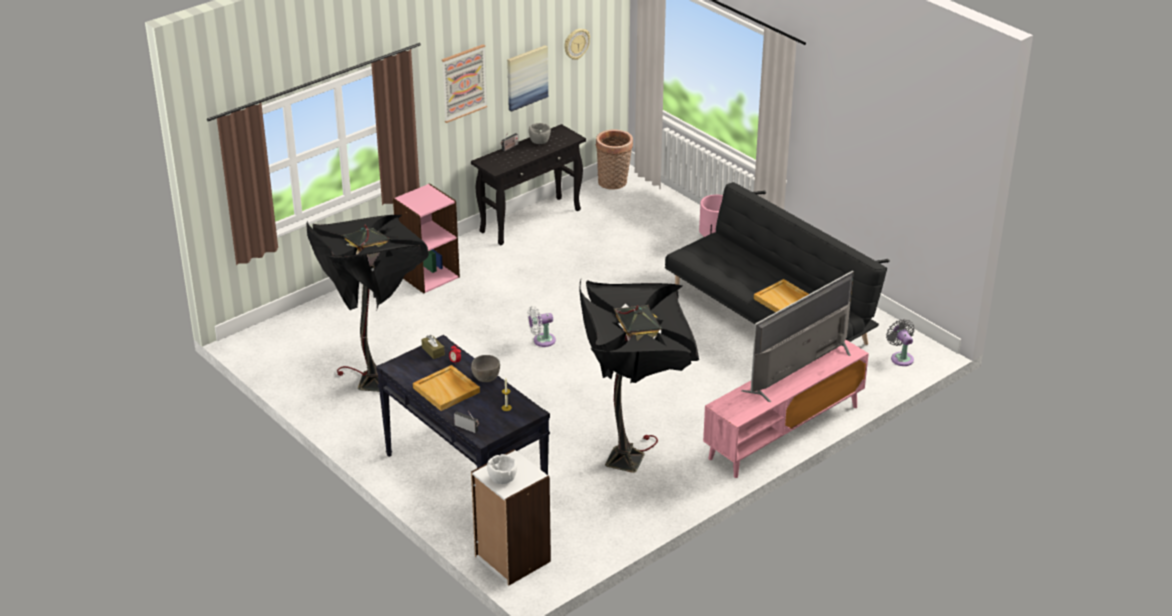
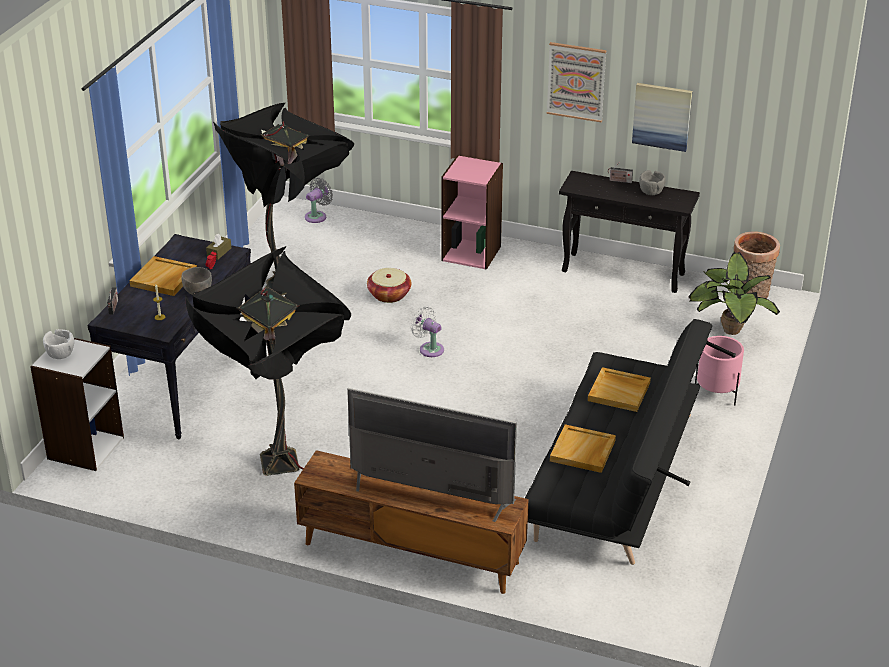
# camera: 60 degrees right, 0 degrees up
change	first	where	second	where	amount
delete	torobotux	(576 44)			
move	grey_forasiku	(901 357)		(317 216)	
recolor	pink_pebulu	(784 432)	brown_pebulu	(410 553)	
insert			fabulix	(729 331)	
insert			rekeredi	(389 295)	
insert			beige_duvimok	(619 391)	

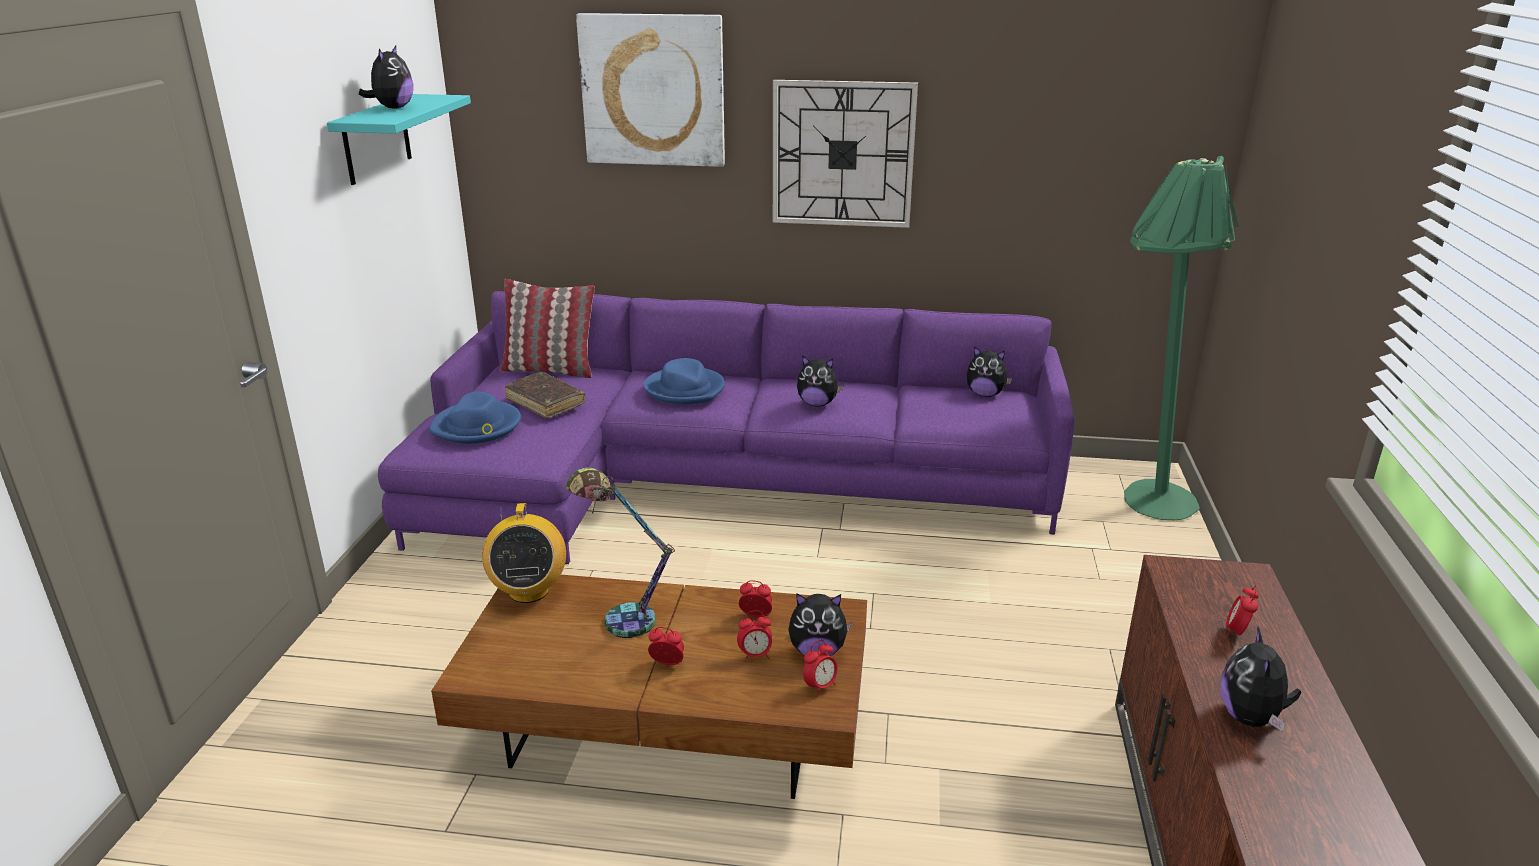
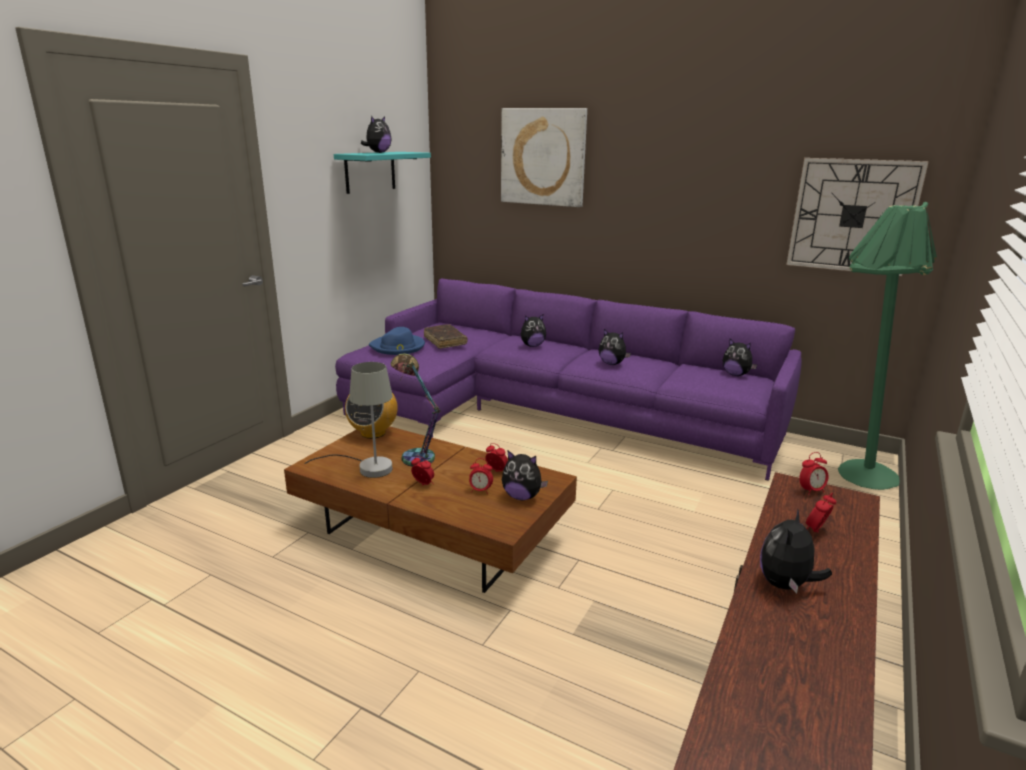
# camera: 20 degrees right, 5 degrees down
change	first	where	second	where	amount
move	torobotux	(843 154)		(853 216)	
delete	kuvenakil	(549 370)			
replace	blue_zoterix	(685 389)	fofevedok	(532 345)	
move	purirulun	(820 686)		(811 491)	
insert			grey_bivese	(367 467)	

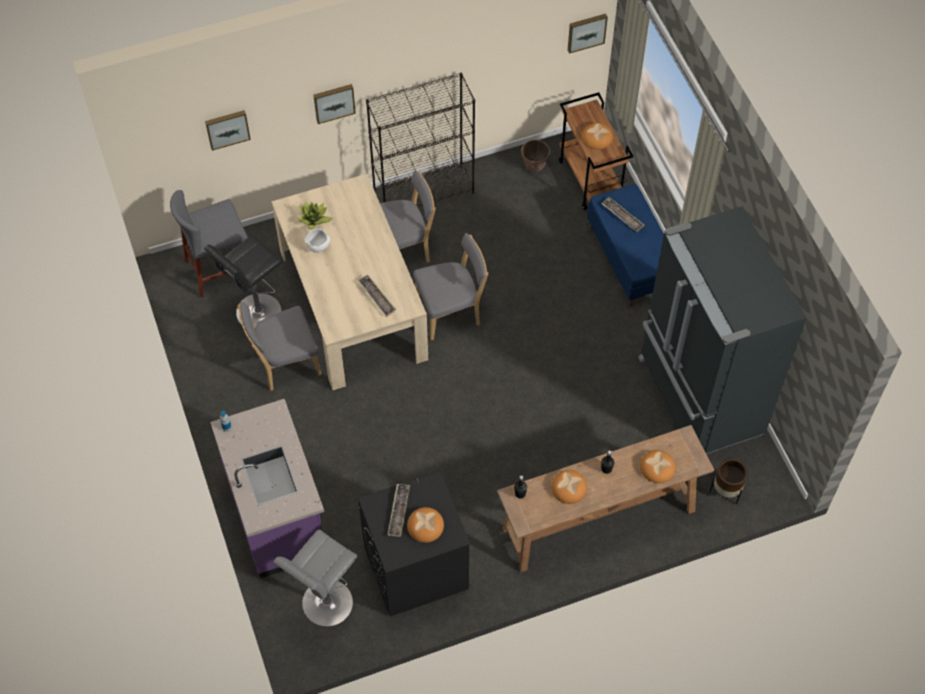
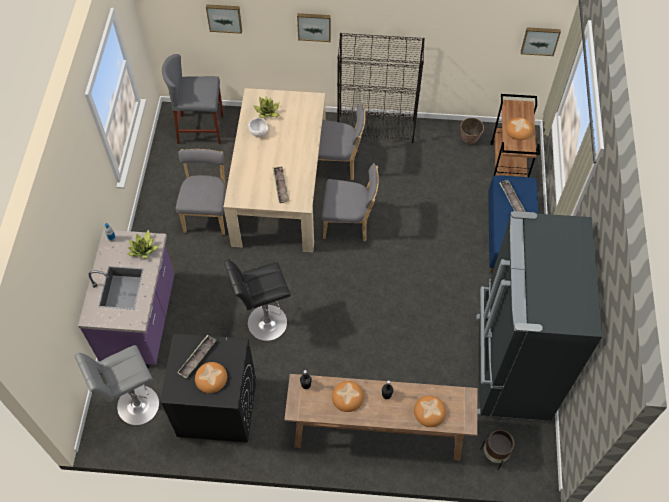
# camera: 25 degrees right, 0 degrees up
change	first	where	second	where	amount
move	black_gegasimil	(256 314)		(264 323)	
rotate	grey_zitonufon	(284 364)		(208 213)	90 degrees clockwise
insert			fabulix	(143 249)	

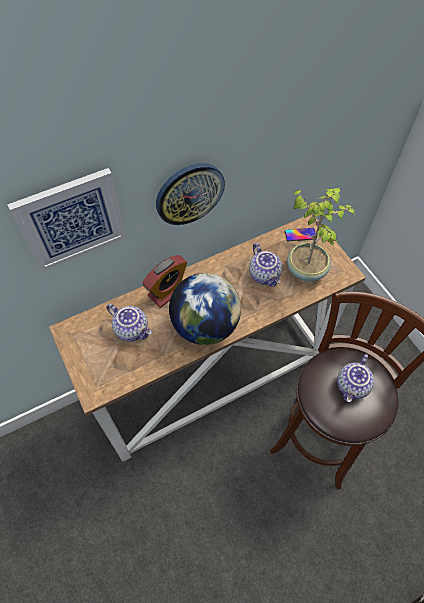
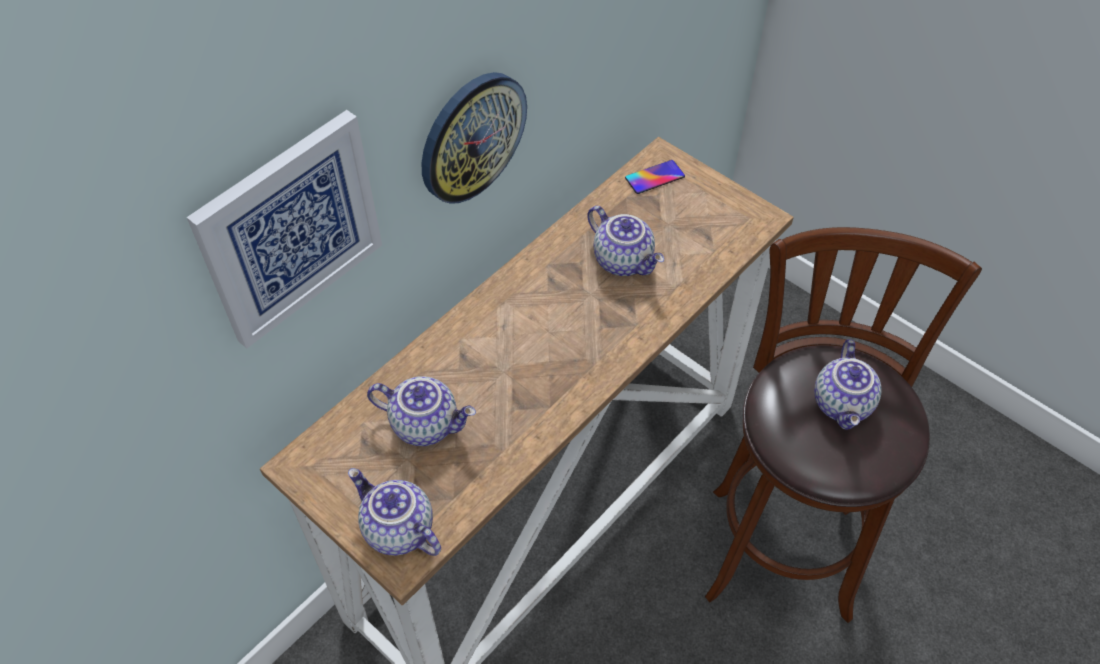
# camera: 20 degrees left, 5 degrees down
change	first	where	second	where	amount
delete	fabulix	(307 269)			
delete	purirulun	(167 291)			
delete	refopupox	(205 325)			
insert			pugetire	(397 530)	

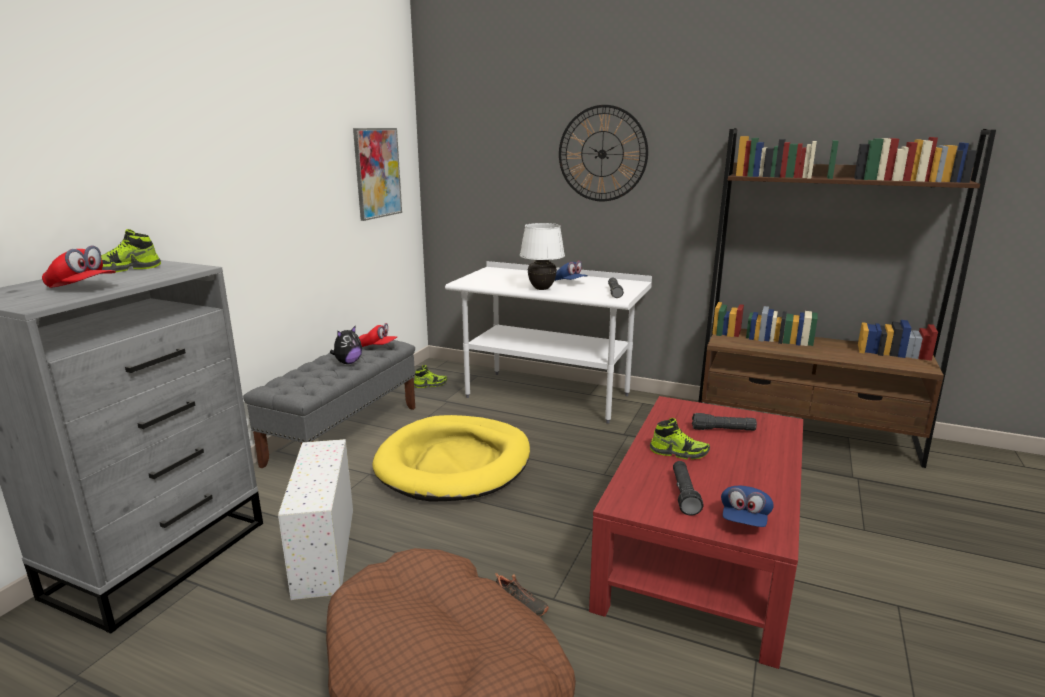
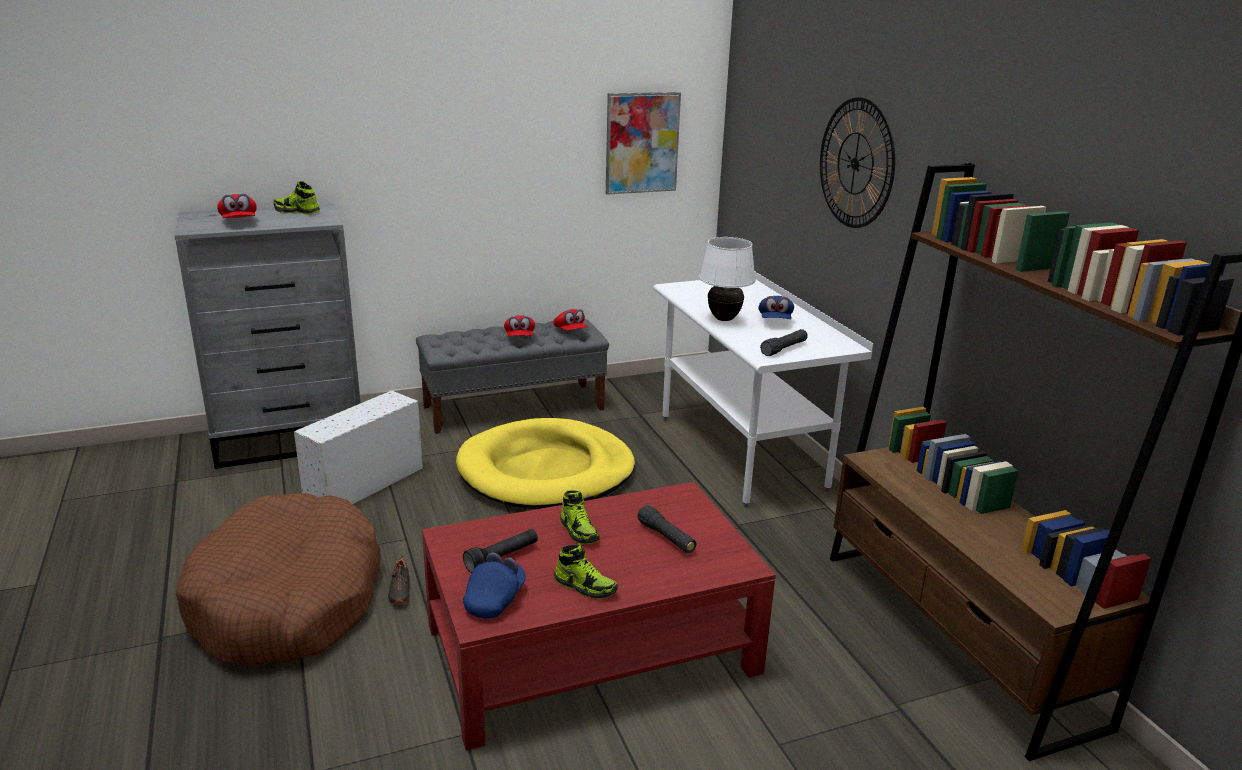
# camera: 45 degrees right, 5 degrees up
change	first	where	second	where	amount
replace	fofevedok	(348 362)	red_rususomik	(519 338)	
move	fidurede	(430 385)		(585 586)	
rotate	blue_rususomik	(744 520)		(495 599)	135 degrees clockwise

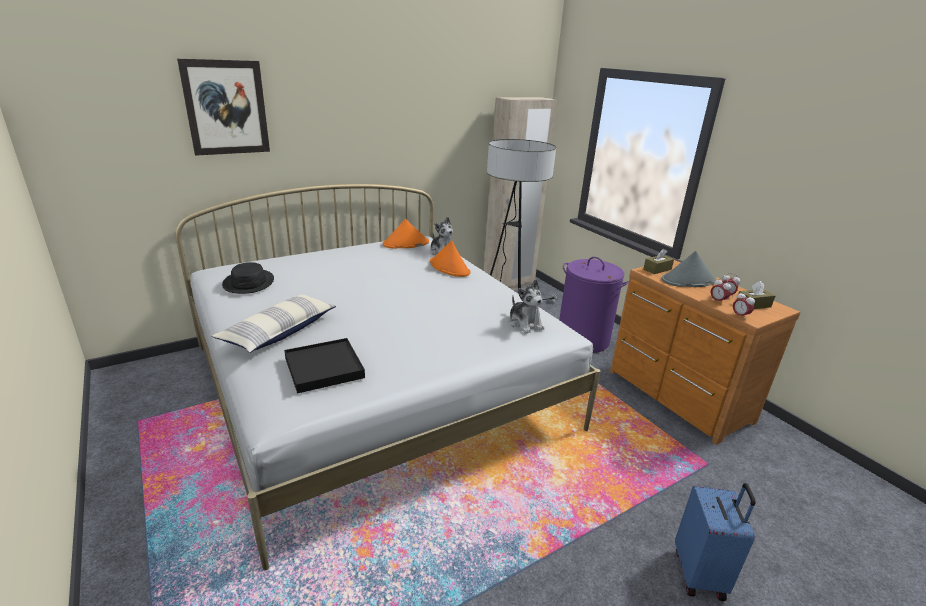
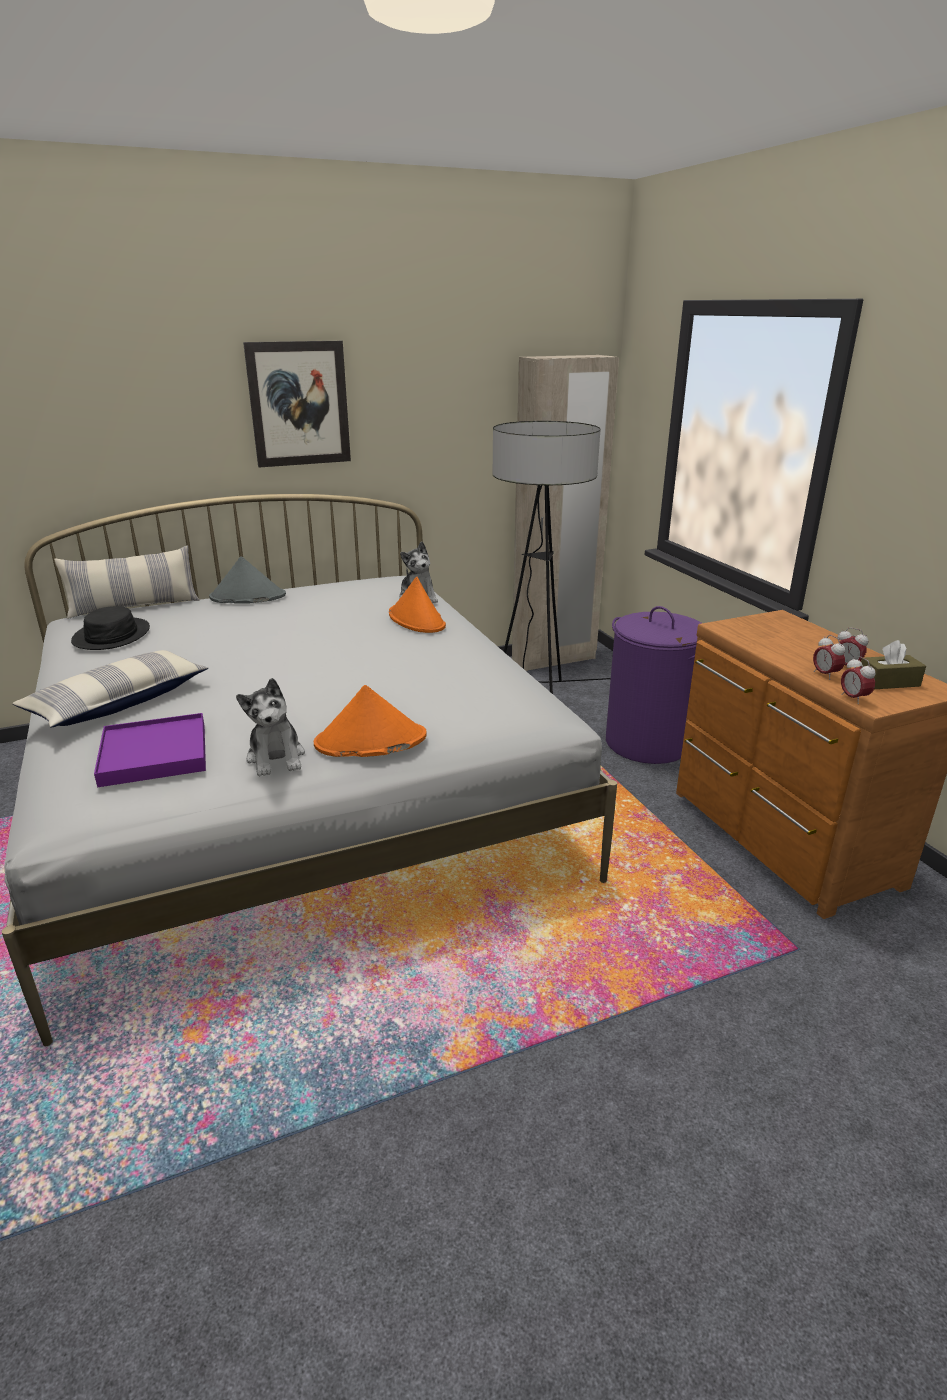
# camera: 10 degrees right, 0 degrees up
change	first	where	second	where	amount
move	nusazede	(226 108)		(299 404)	
move	orange_zoterix	(405 243)		(370 741)	
delete	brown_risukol	(657 269)			
move	grey_zoterix	(688 280)		(247 597)	
move	fofevedok	(525 323)		(276 757)	
recolor	black_duvimok	(324 367)	purple_duvimok	(155 754)	
delete	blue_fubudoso	(700 574)			
insert			kuvenakil	(134 607)	

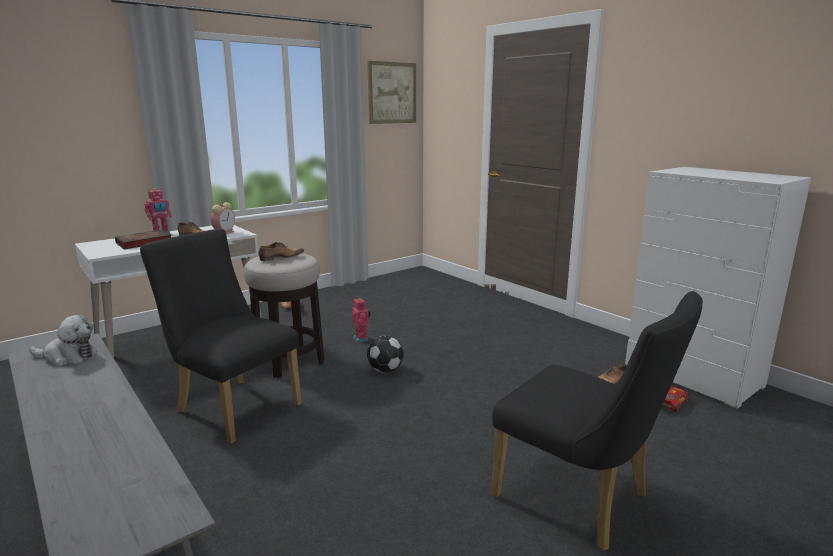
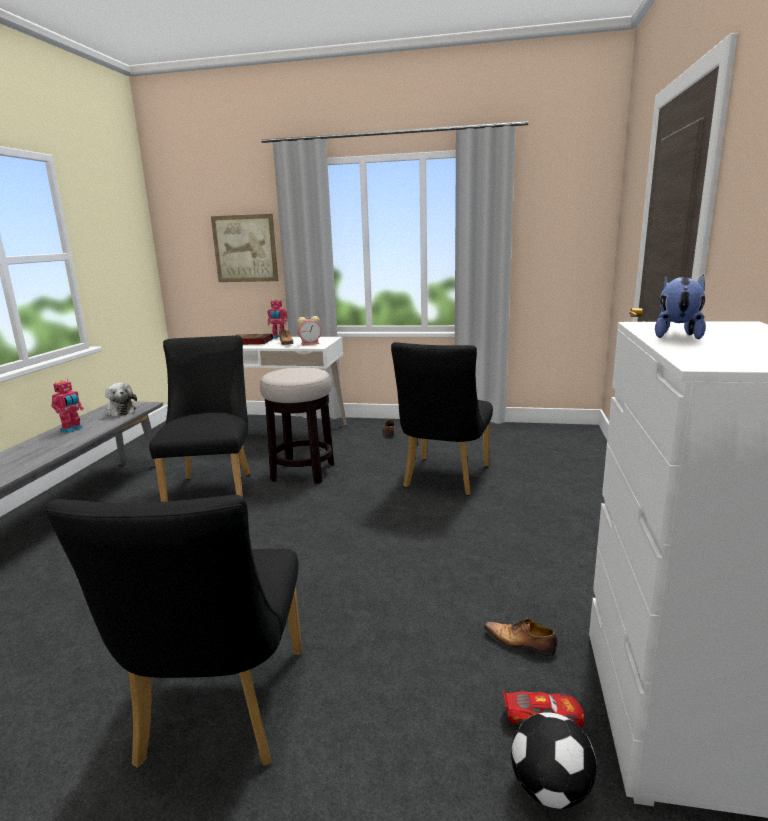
# camera: 50 degrees right, 0 degrees up
change	first	where	second	where	amount
move	nusazede	(392 93)		(245 248)	
delete	fidurede	(280 258)			
move	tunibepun	(361 338)		(72 429)	
move	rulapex	(385 370)		(550 790)	
insert			fofevedok	(676 336)	
insert			black_zitonufon	(443 479)	

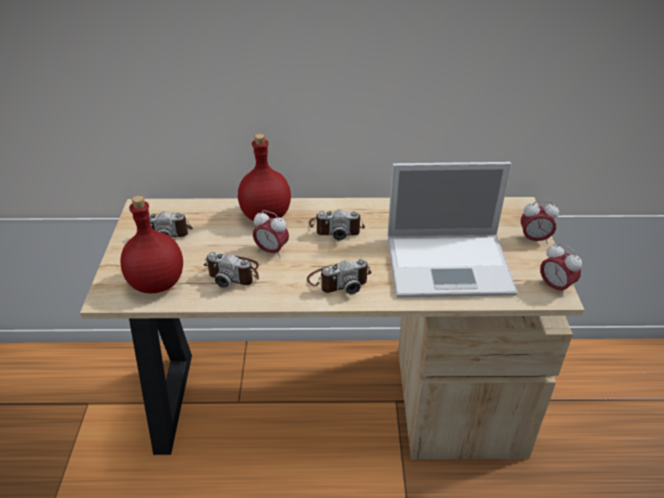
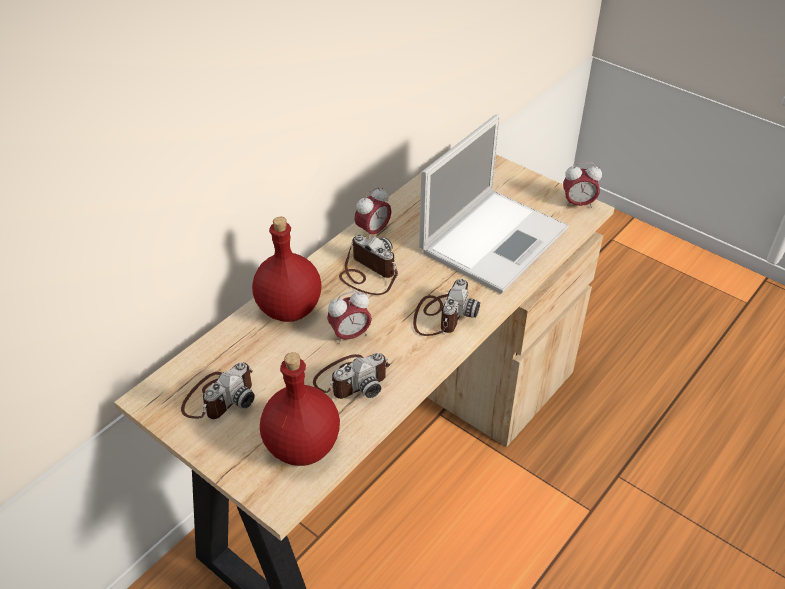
# camera: 50 degrees left, 5 degrees up
change	first	where	second	where	amount
move	purirulun	(534 239)		(373 232)	
rotate	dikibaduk	(336 228)		(367 273)	90 degrees counterclockwise

